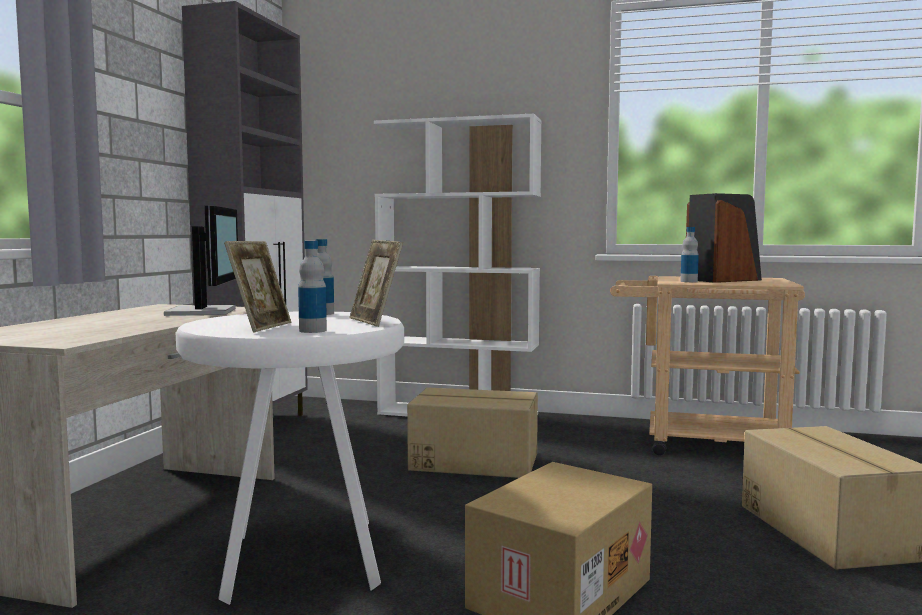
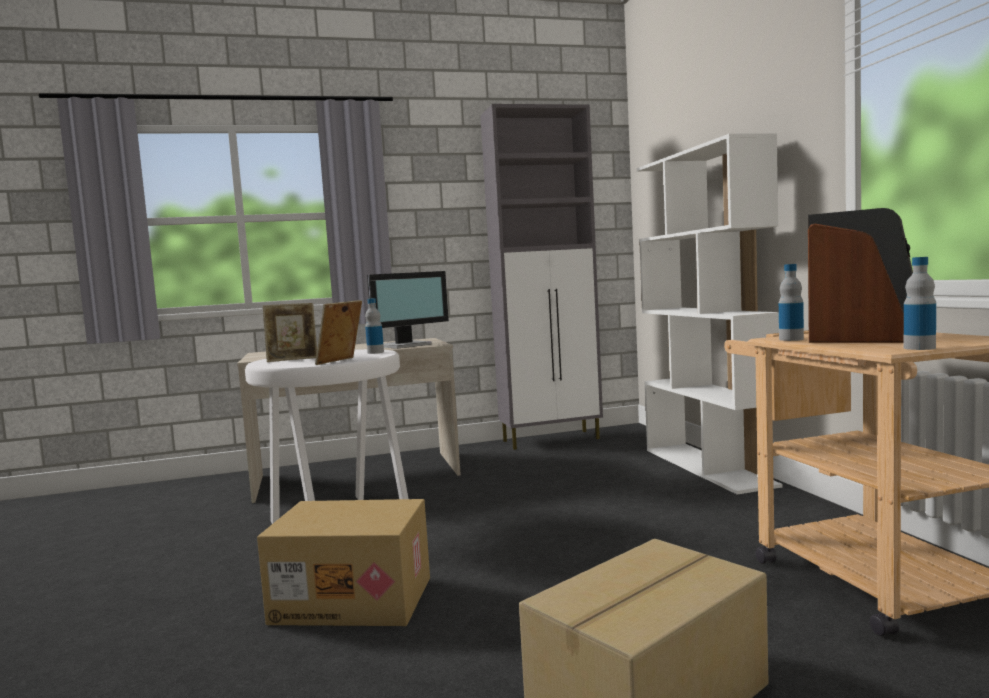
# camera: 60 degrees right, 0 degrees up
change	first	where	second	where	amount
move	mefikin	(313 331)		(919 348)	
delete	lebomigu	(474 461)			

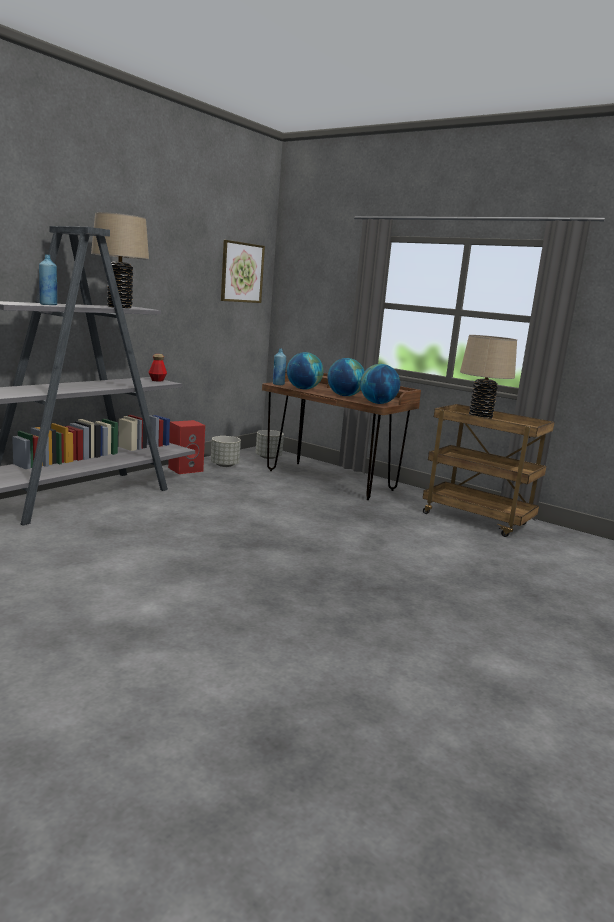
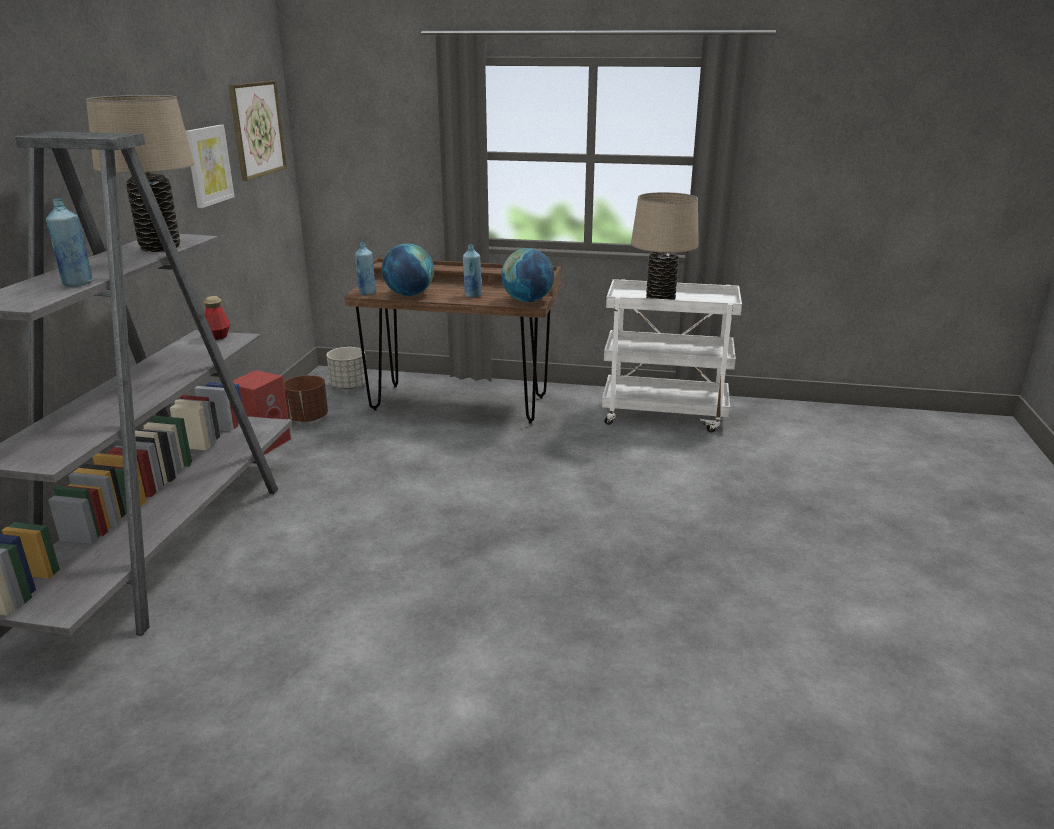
# camera: 25 degrees left, 10 degrees up
change	first	where	second	where	amount
replace	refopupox	(344 396)	blue_mefikin	(472 295)	
recolor	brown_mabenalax	(478 519)	white_mabenalax	(665 415)	
recolor	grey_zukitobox	(224 465)	brown_zukitobox	(307 418)	
insert			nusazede	(208 165)	

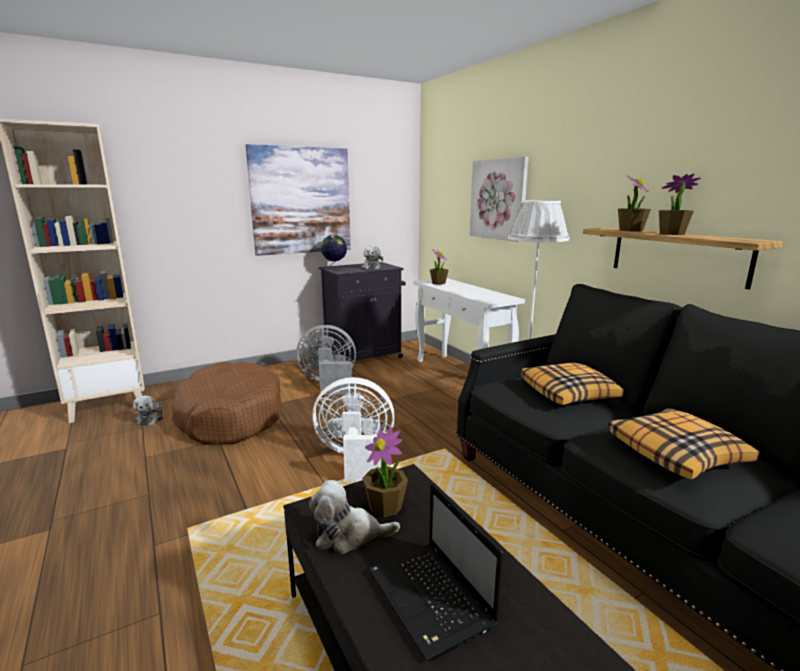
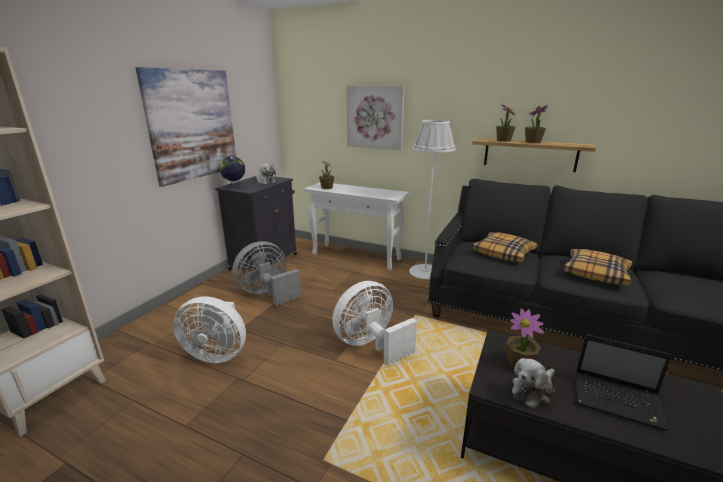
# camera: 35 degrees left, 5 degrees up
change	first	where	second	where	amount
replace	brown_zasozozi	(229 416)	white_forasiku	(217 353)	
delete	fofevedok	(150 418)			

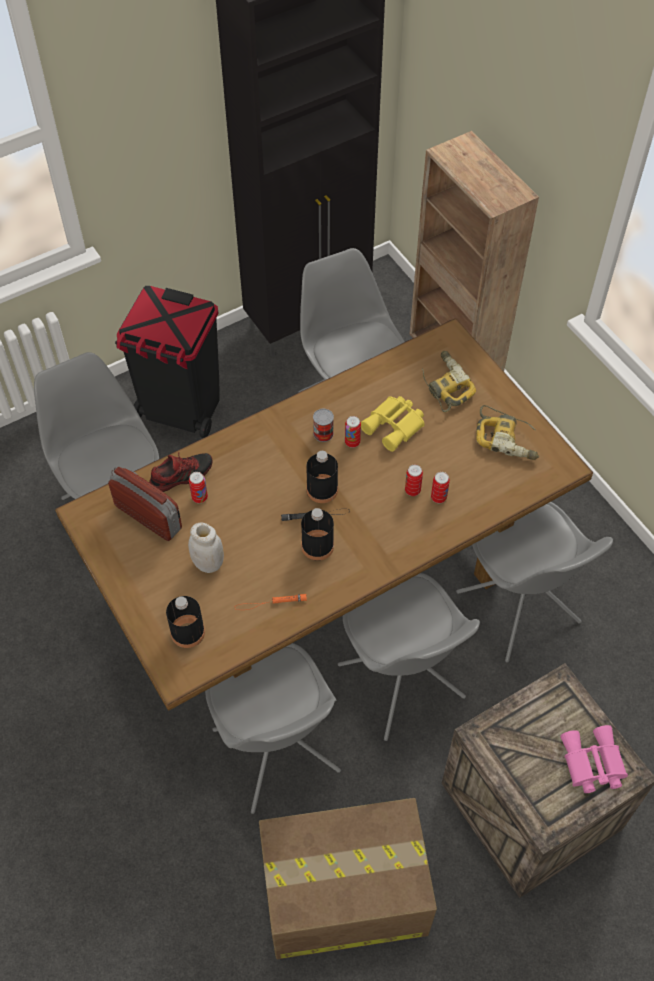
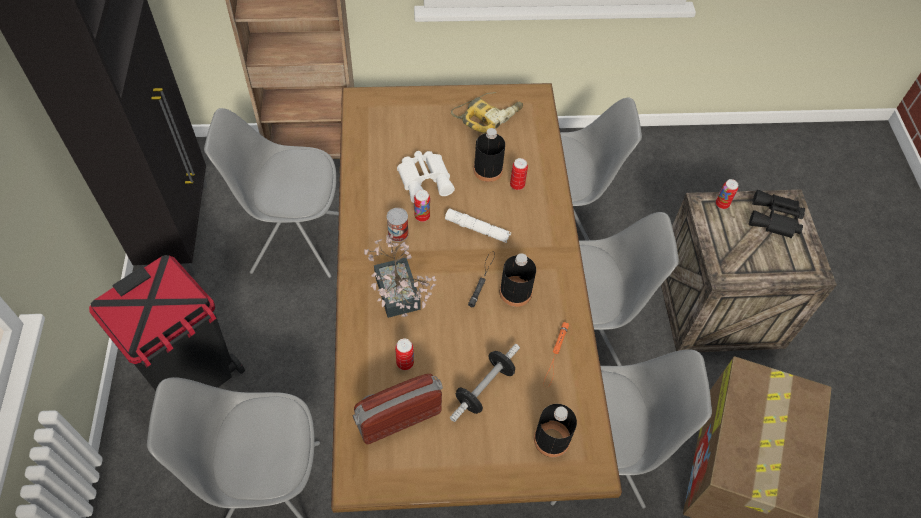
# camera: 65 degrees left, 0 degrees up
change	first	where	second	where	amount
delete	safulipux	(444 385)			
recolor	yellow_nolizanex	(395 426)	white_nolizanex	(426 179)	
move	black_mefikin	(322 490)		(488 170)	
delete	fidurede	(181 475)			
move	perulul	(412 490)		(722 204)	
replace	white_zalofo	(208 563)	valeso	(484 388)	
recolor	pink_nolizanex	(591 764)	black_nolizanex	(775 219)	
insert			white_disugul	(477 229)	
insert			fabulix	(398 298)	

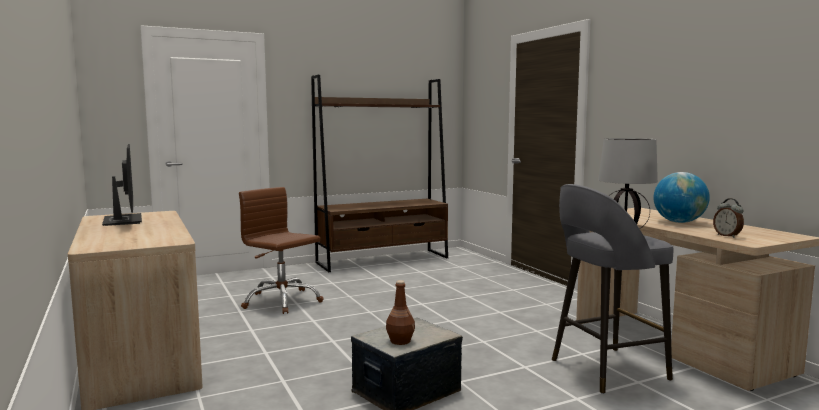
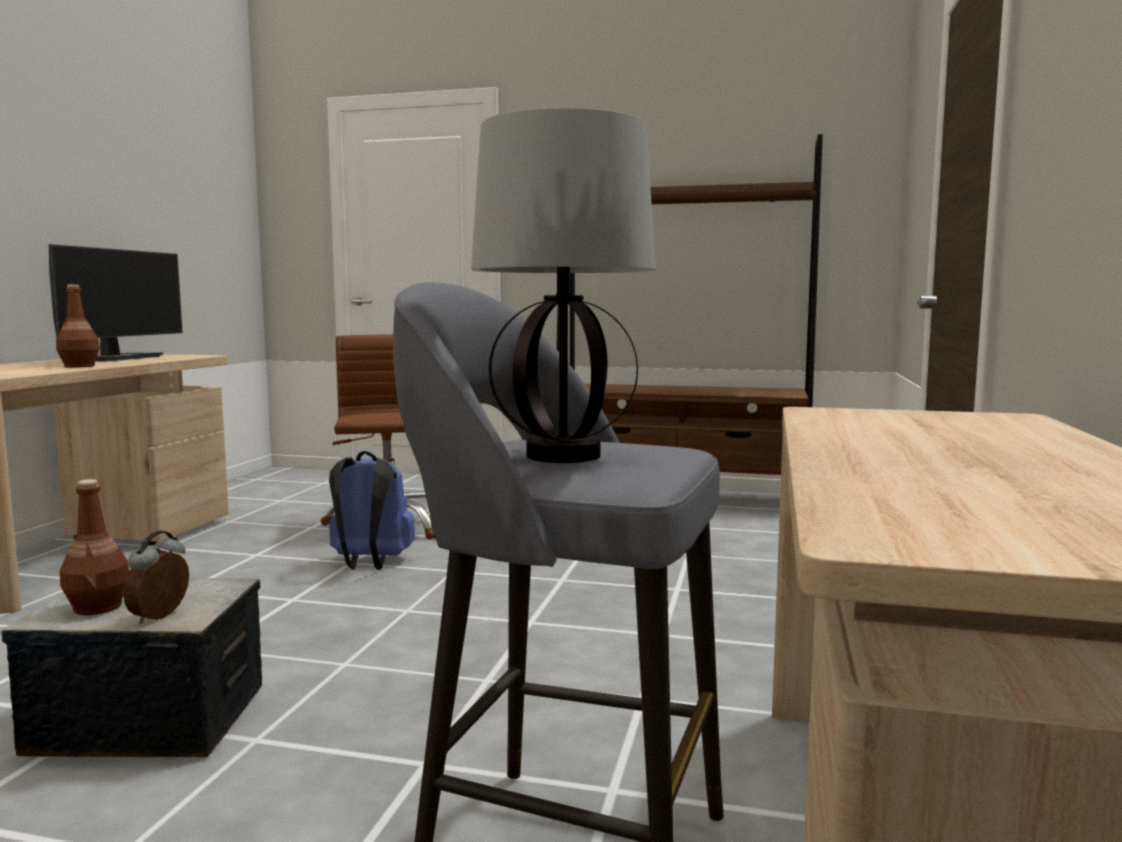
# camera: 40 degrees right, 0 degrees up
change	first	where	second	where	amount
delete	refopupox	(679 222)			
move	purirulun	(727 236)		(161 617)	
insert			brown_mefikin	(79 366)	
insert			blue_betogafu	(370 564)	

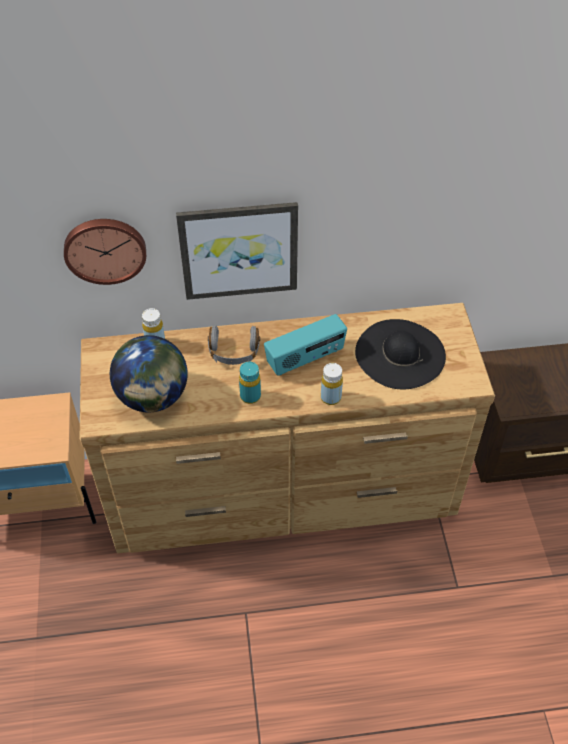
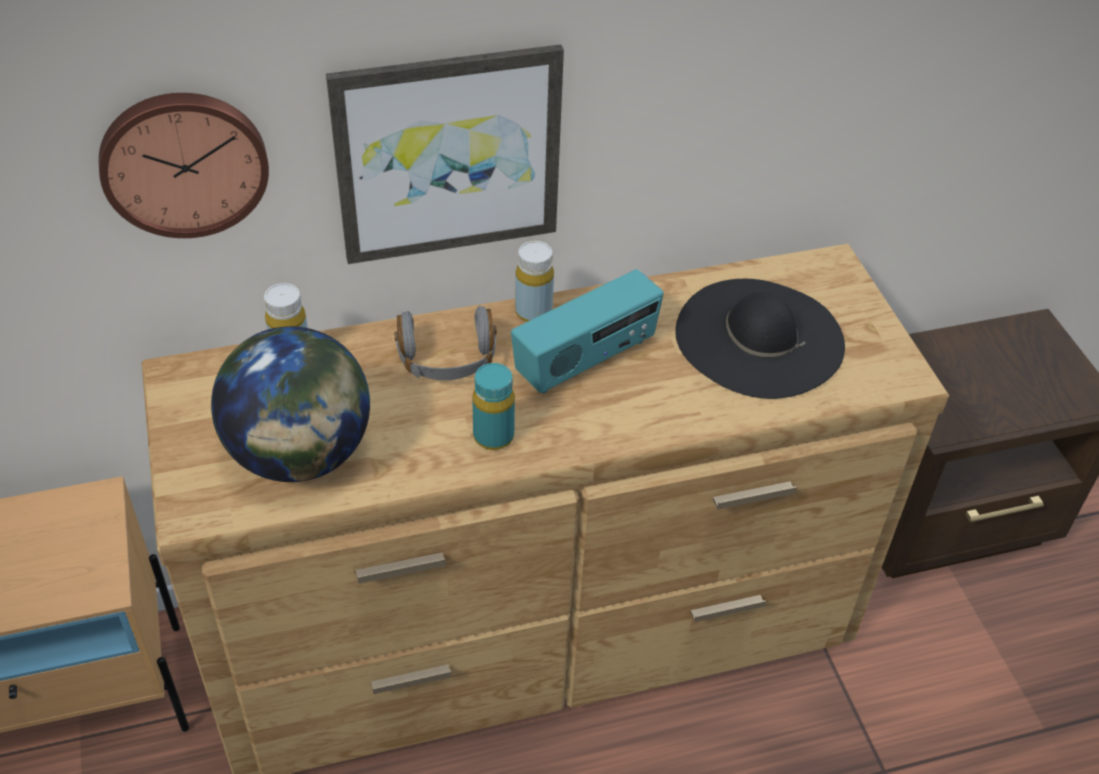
# camera: 10 degrees left, 5 degrees down
change	first	where	second	where	amount
move	yellow_mefikin	(330 397)		(533 312)	

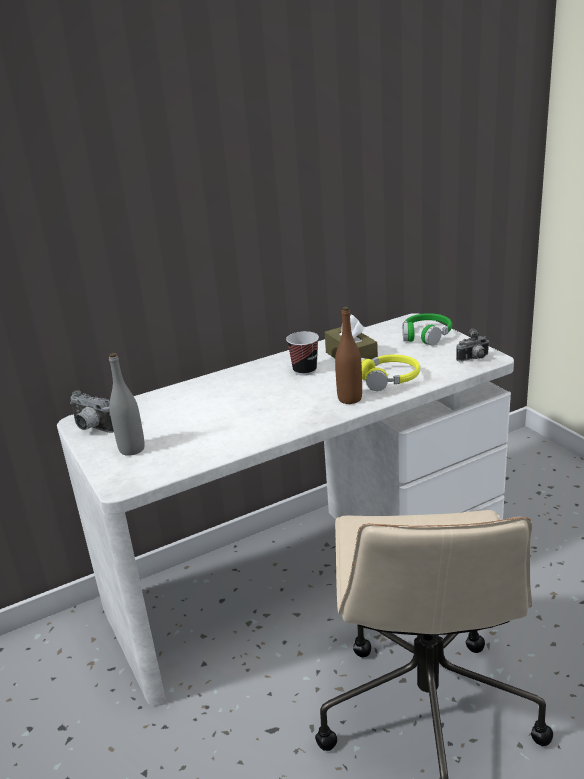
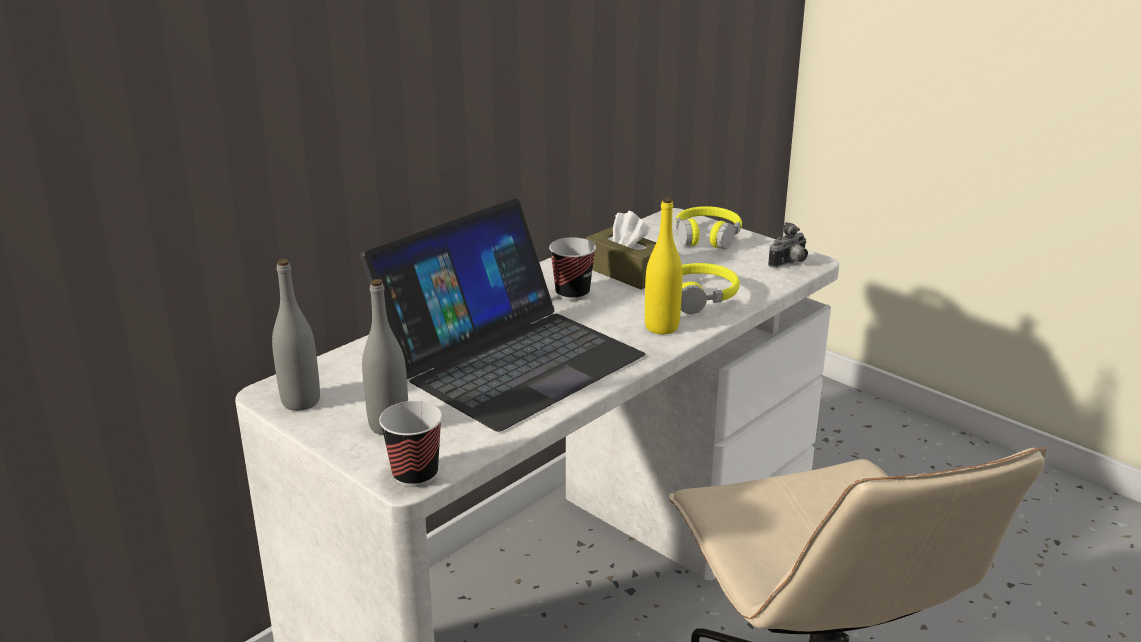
# camera: 20 degrees left, 0 degrees up
change	first	where	second	where	amount
recolor	brown_mefikin	(349 399)	yellow_mefikin	(661 327)	
recolor	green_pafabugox	(426 335)	yellow_pafabugox	(707 236)	
replace	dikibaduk	(91 428)	grey_mefikin	(301 401)	
insert			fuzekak	(508 358)	
insert			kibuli	(415 475)	

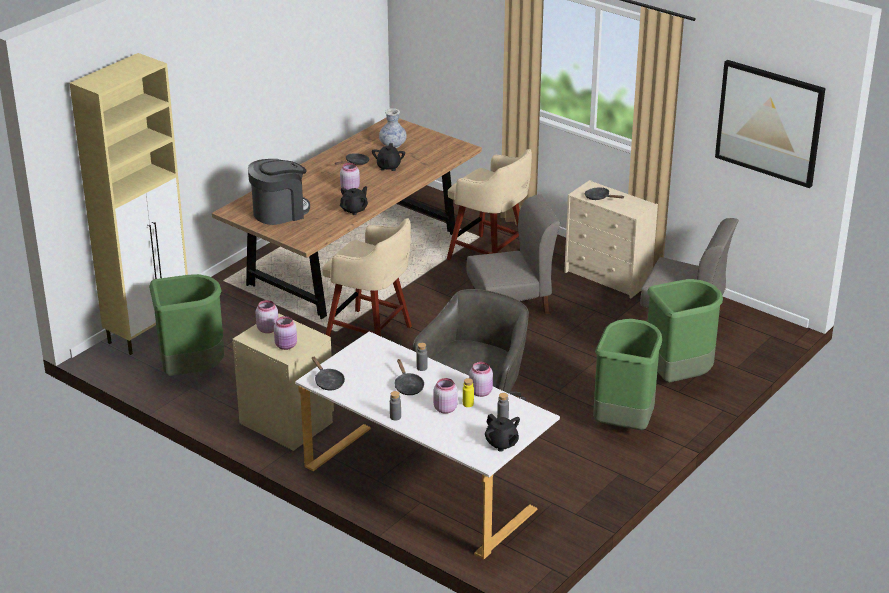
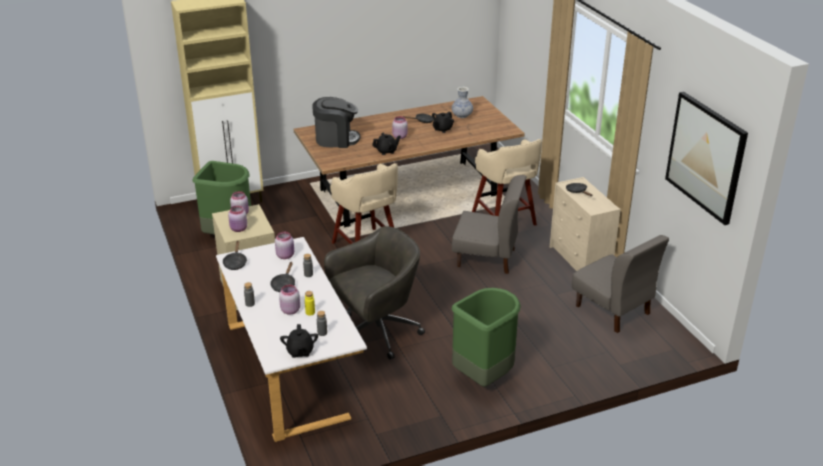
# camera: 30 degrees right, 0 degrees up
change	first	where	second	where	amount
delete	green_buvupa	(678 377)			
move	pink_zalofo	(481 391)		(285 255)	

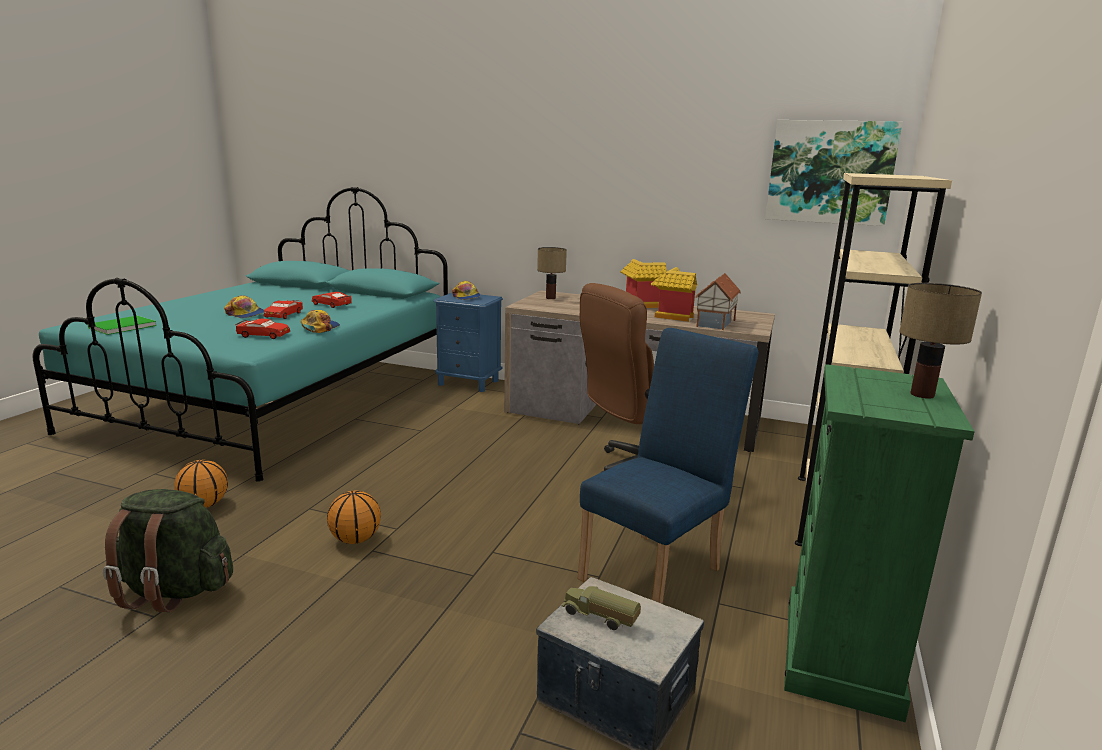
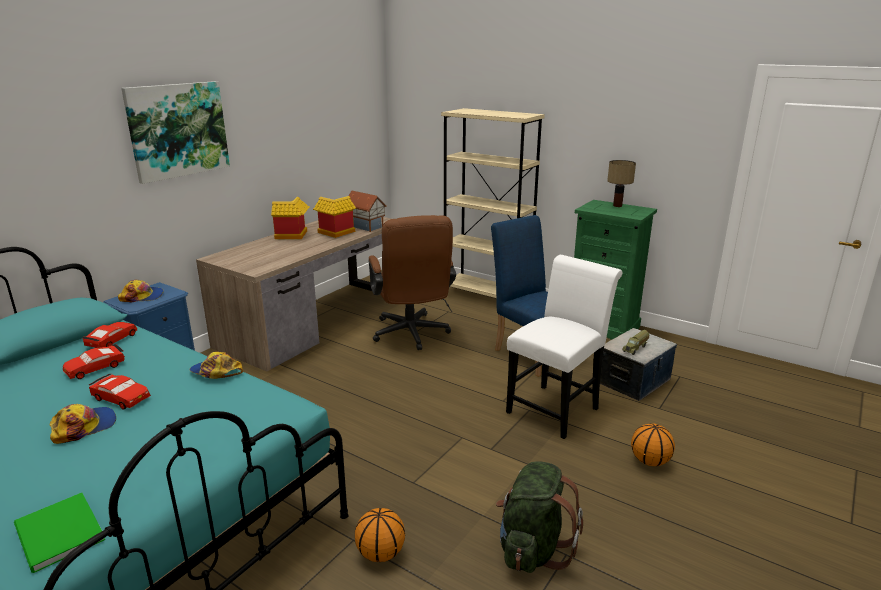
# camera: 75 degrees left, 5 degrees up
change	first	where	second	where	amount
move	nusazede	(830 172)		(178 130)	
delete	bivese	(550 298)			
move	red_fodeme	(263 335)		(112 340)	
move	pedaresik	(356 539)		(650 461)	
insert			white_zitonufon	(556 407)	

